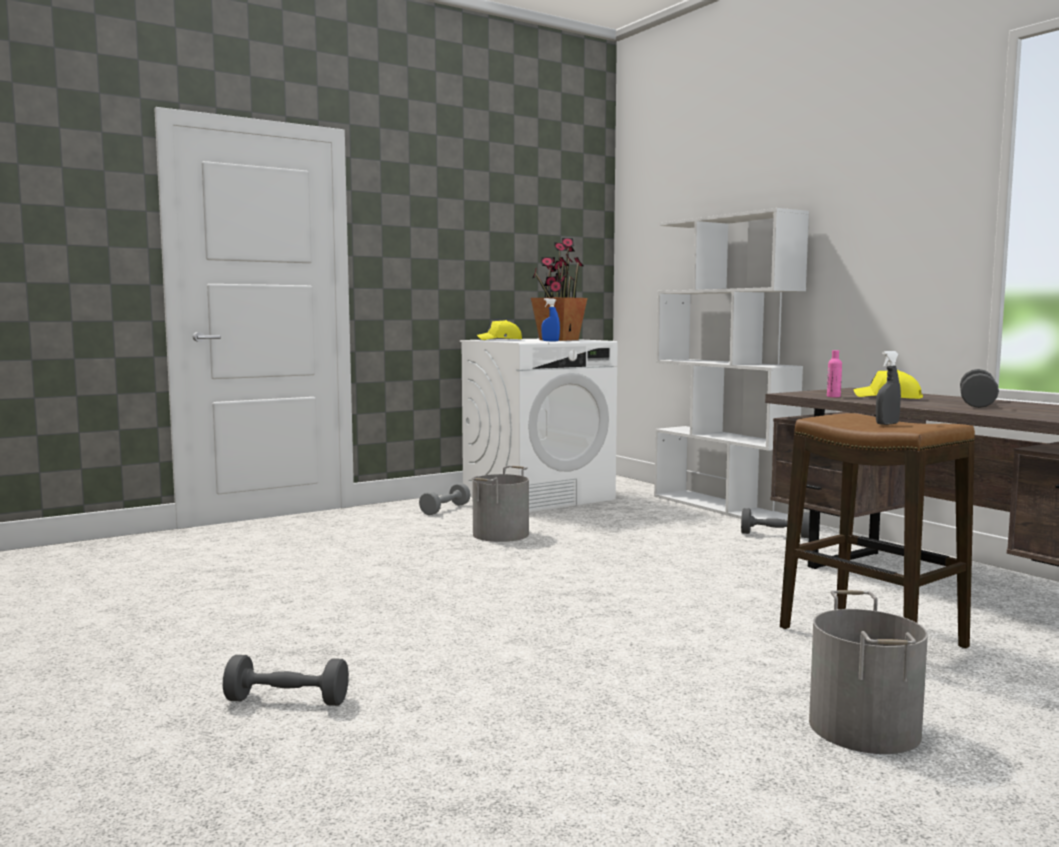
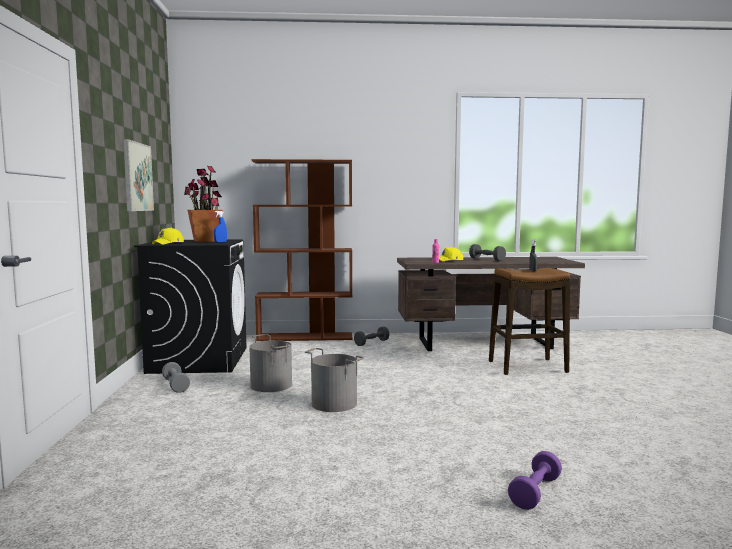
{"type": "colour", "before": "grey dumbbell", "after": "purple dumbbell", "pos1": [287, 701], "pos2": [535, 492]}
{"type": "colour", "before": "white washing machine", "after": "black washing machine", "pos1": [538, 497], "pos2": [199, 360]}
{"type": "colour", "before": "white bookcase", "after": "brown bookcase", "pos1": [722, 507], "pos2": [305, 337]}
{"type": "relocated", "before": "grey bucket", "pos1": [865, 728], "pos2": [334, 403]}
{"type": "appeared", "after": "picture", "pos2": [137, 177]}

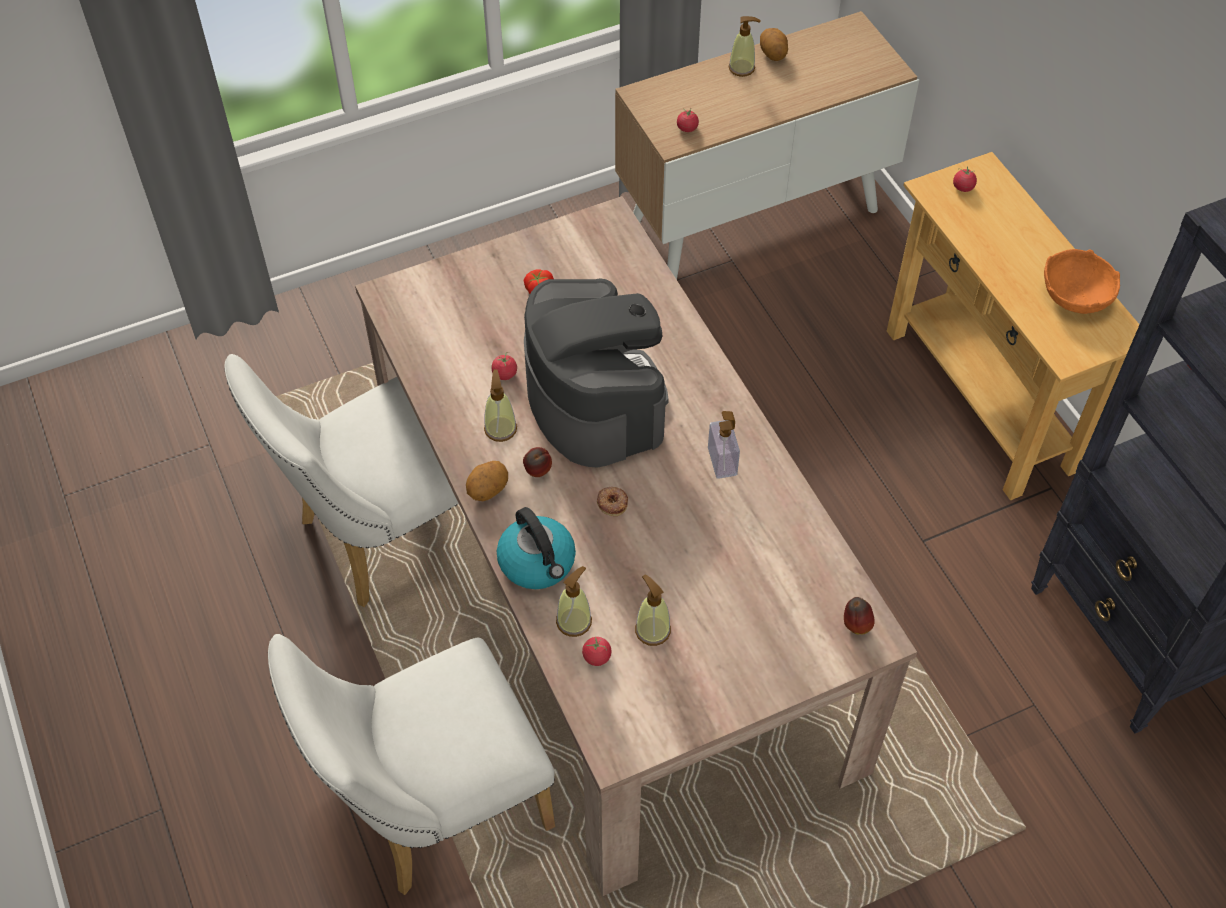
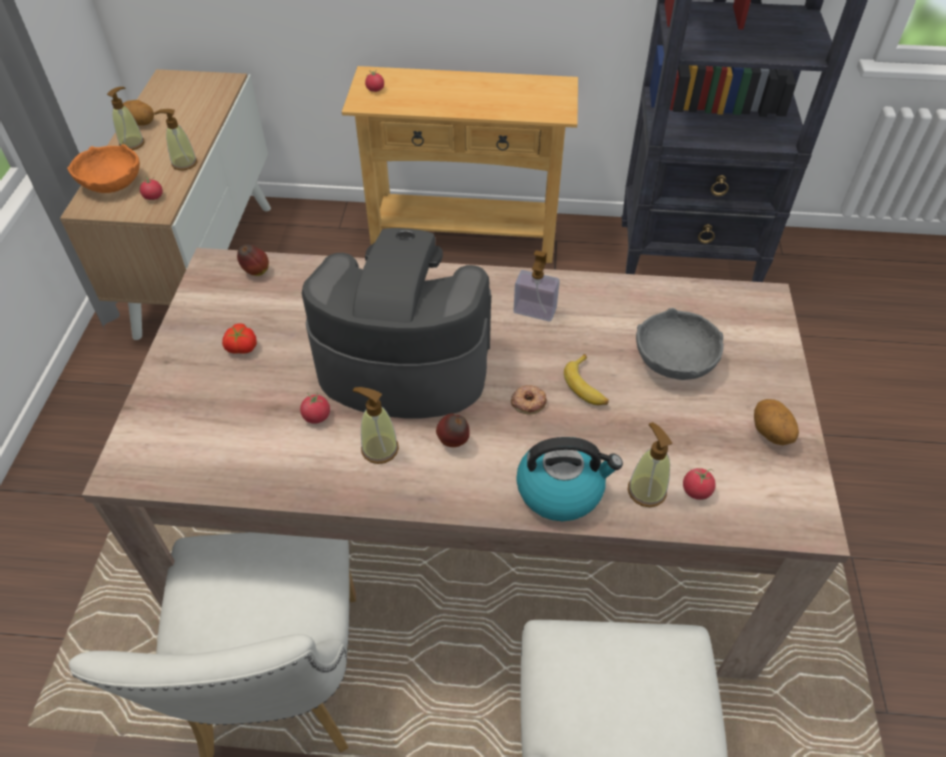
{"type": "relocated", "before": "potato", "pos1": [487, 490], "pos2": [769, 433]}
{"type": "relocated", "before": "soap dispenser", "pos1": [652, 630], "pos2": [184, 163]}
{"type": "relocated", "before": "apple", "pos1": [856, 625], "pos2": [256, 272]}
{"type": "relocated", "before": "orange bowl", "pos1": [1075, 296], "pos2": [112, 183]}
{"type": "appeared", "after": "banana", "pos2": [587, 386]}
{"type": "appeared", "after": "grey bowl", "pos2": [675, 361]}

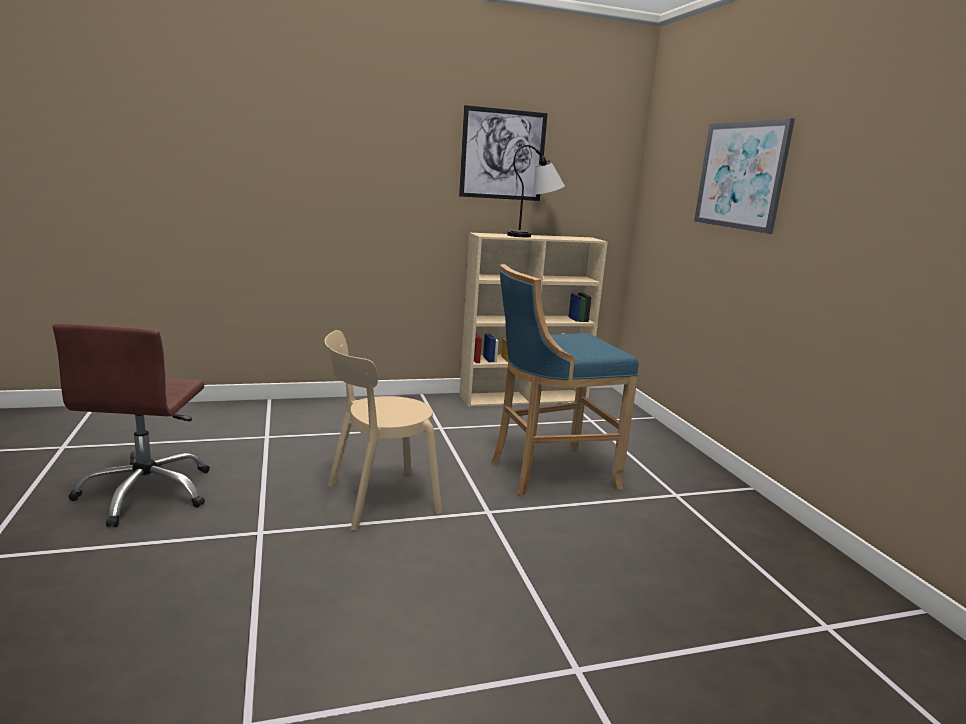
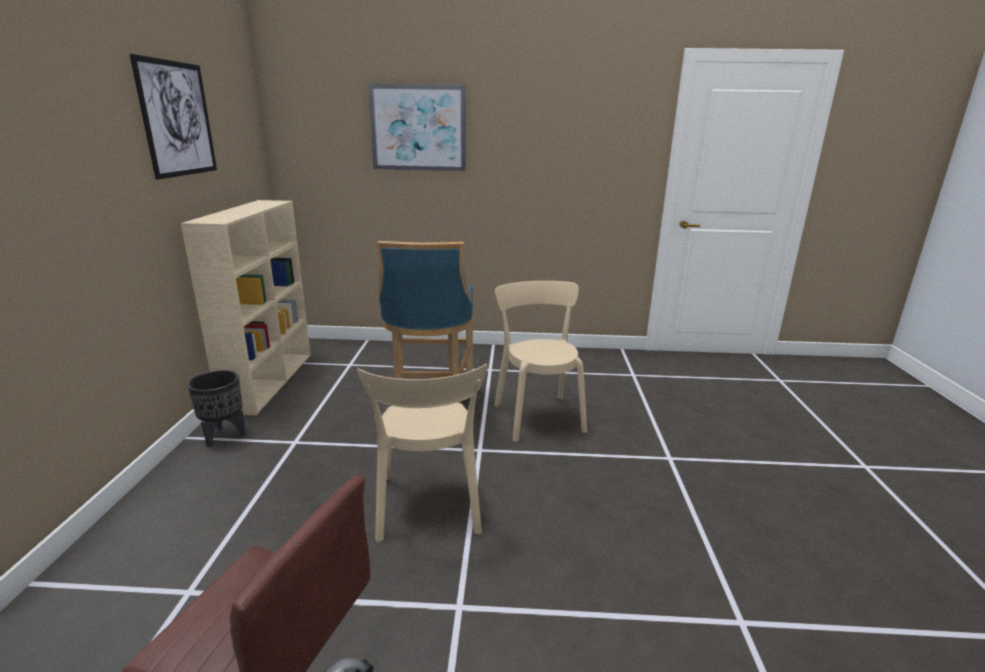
{"type": "missing", "before": "table lamp", "pos1": [534, 236]}
{"type": "appeared", "after": "black planter", "pos2": [224, 436]}
{"type": "appeared", "after": "beige chair", "pos2": [537, 415]}

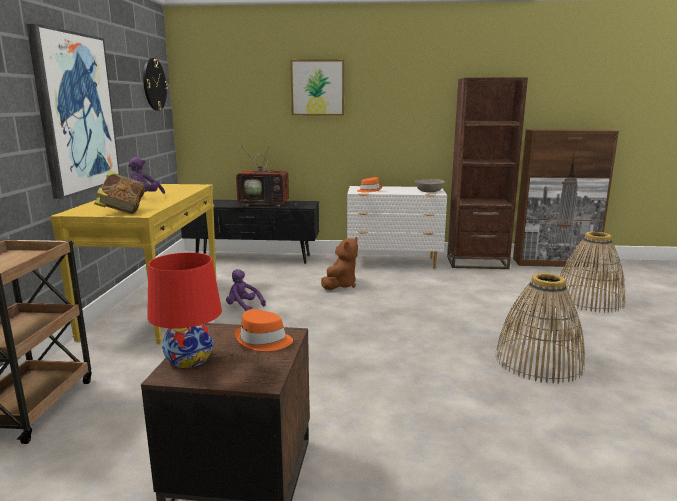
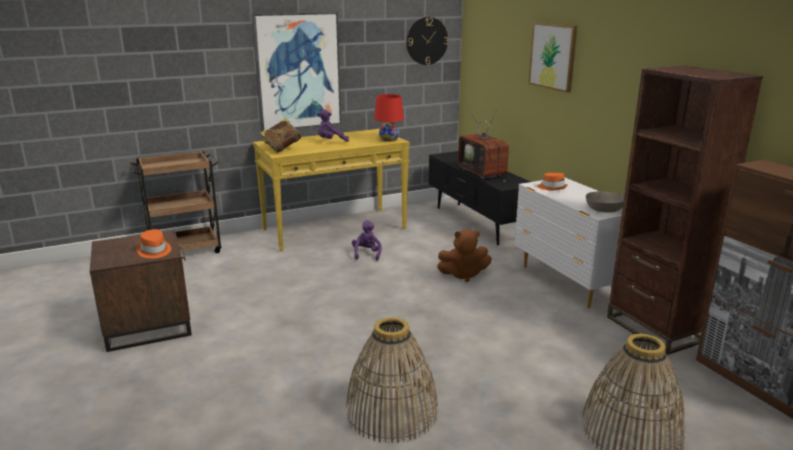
{"type": "relocated", "before": "red table lamp", "pos1": [189, 359], "pos2": [389, 139]}

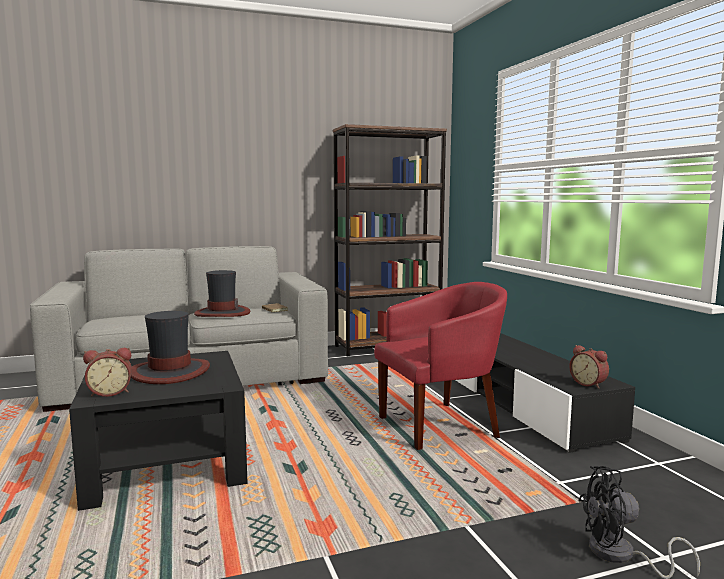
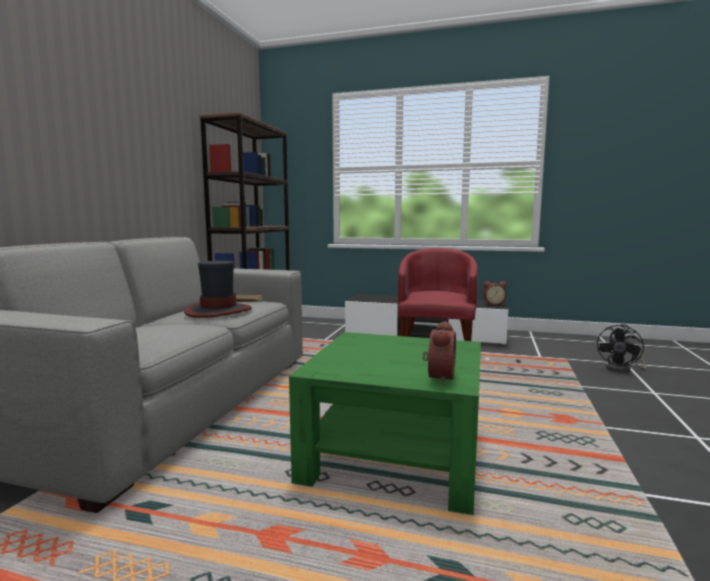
{"type": "colour", "before": "black coffee table", "after": "green coffee table", "pos1": [166, 462], "pos2": [395, 453]}
{"type": "missing", "before": "hat", "pos1": [170, 372]}

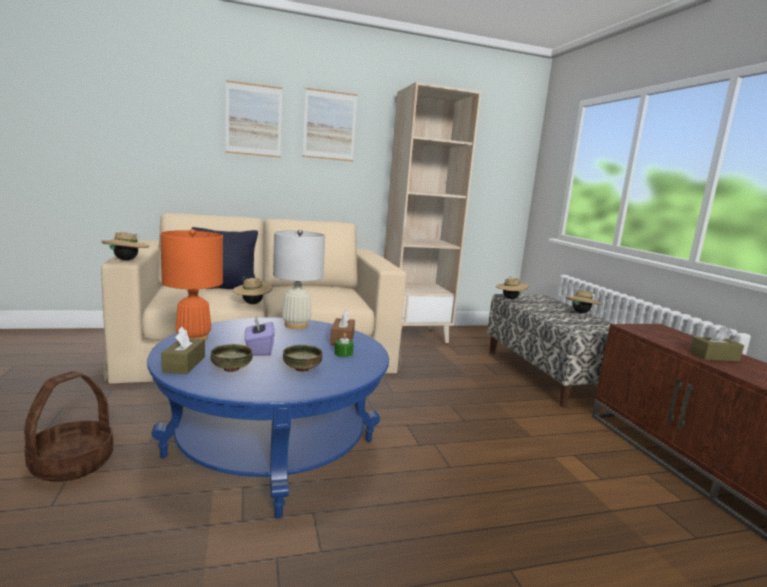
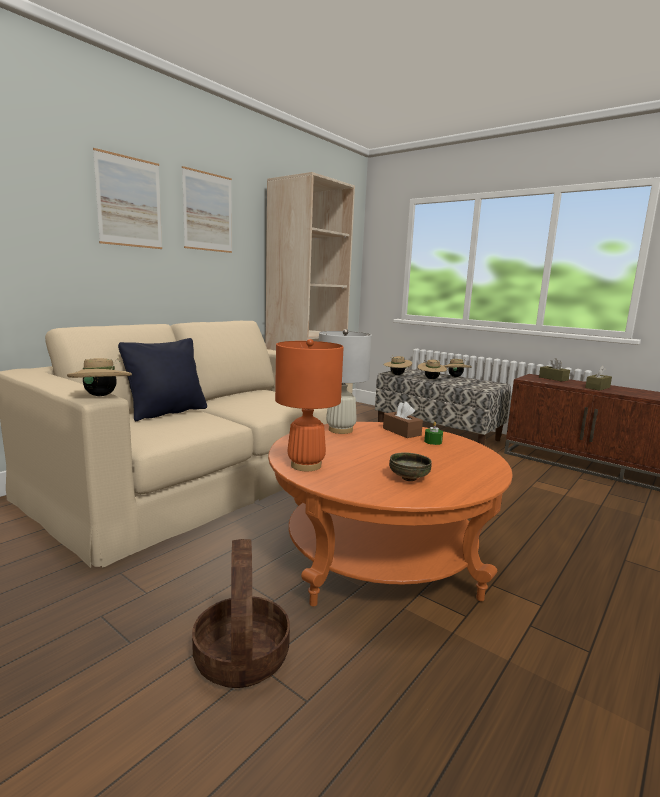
{"type": "colour", "before": "blue coffee table", "after": "orange coffee table", "pos1": [272, 448], "pos2": [379, 555]}
{"type": "relocated", "before": "brown tissue box", "pos1": [184, 364], "pos2": [553, 378]}
{"type": "relocated", "before": "beige hat", "pos1": [252, 303], "pos2": [431, 379]}
{"type": "missing", "before": "purple tissue box", "pos1": [259, 350]}
{"type": "missing", "before": "bowl", "pos1": [302, 369]}

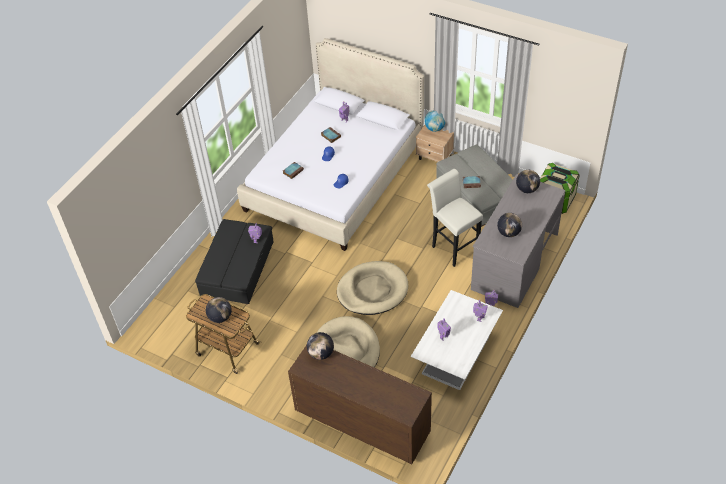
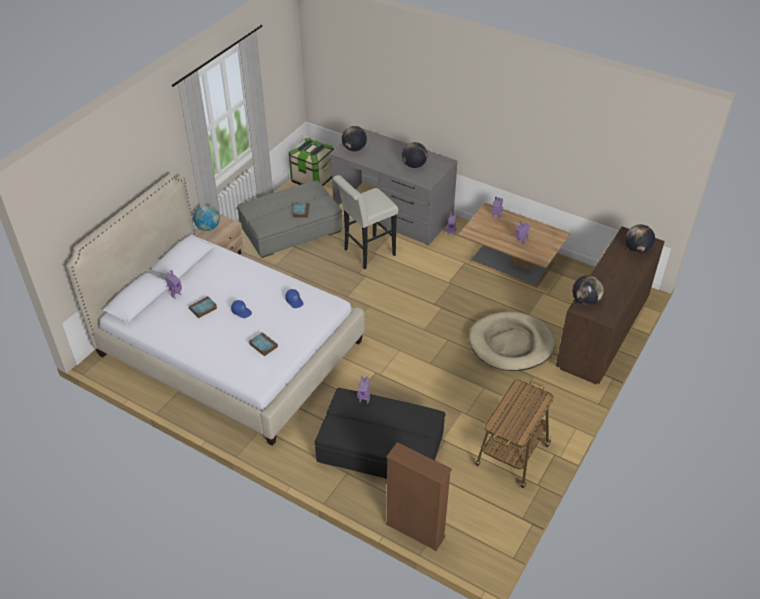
{"type": "relocated", "before": "globe", "pos1": [220, 317], "pos2": [637, 249]}
{"type": "missing", "before": "beige dog bed", "pos1": [372, 290]}
{"type": "colour", "before": "white coffee table", "after": "brown coffee table", "pos1": [456, 353], "pos2": [509, 262]}
{"type": "appeared", "after": "brown bookcase", "pos2": [415, 530]}

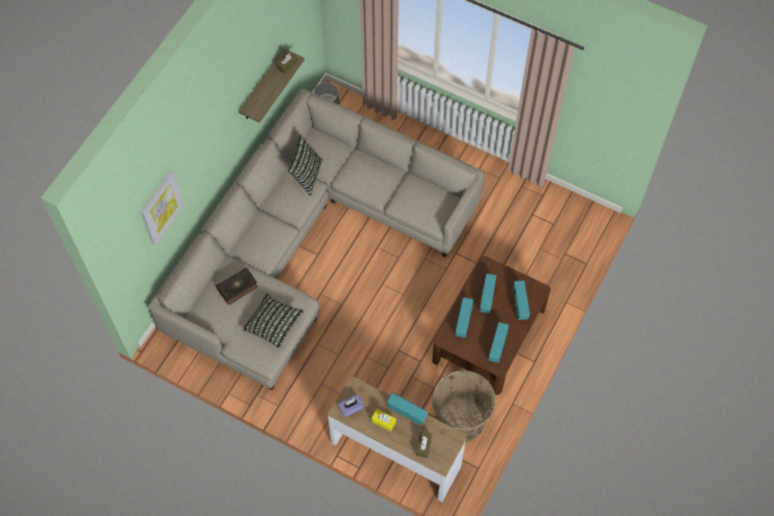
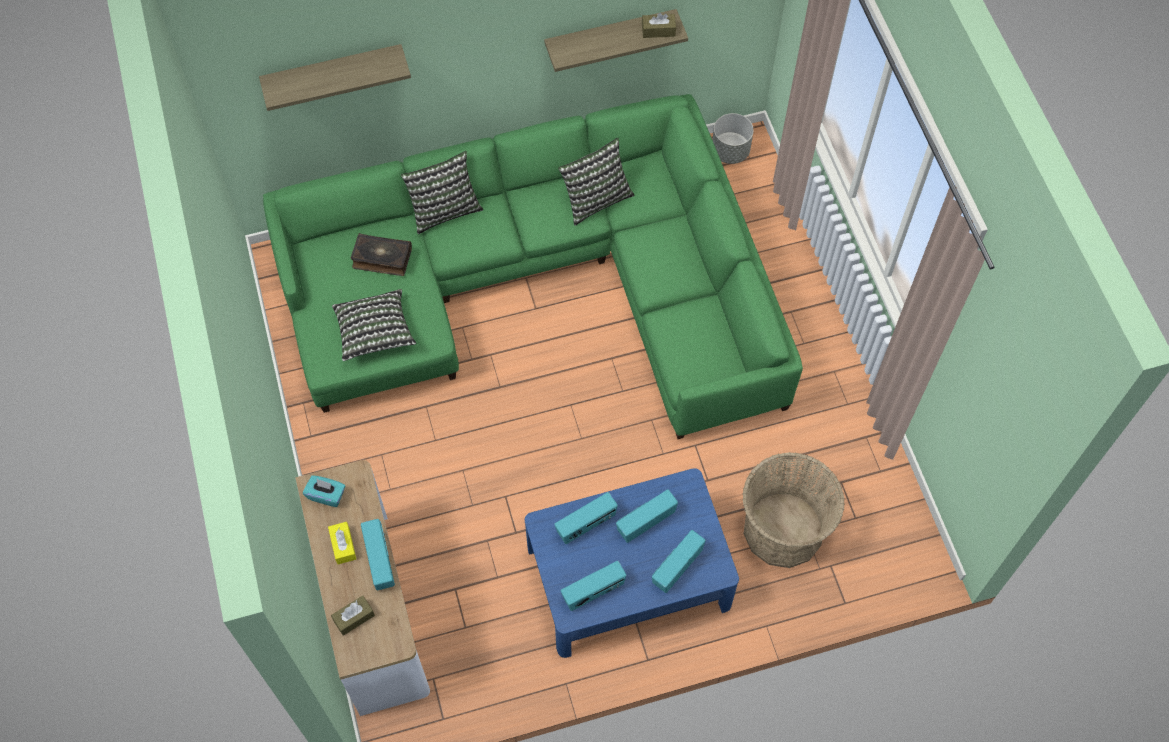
{"type": "exchanged", "before": "picture", "after": "shelf", "pos1": [161, 207], "pos2": [333, 73]}
{"type": "colour", "before": "beige sofa", "after": "green sofa", "pos1": [307, 242], "pos2": [539, 284]}
{"type": "colour", "before": "purple tissue box", "after": "turquoise tissue box", "pos1": [351, 408], "pos2": [326, 495]}
{"type": "colour", "before": "brown coffee table", "after": "blue coffee table", "pos1": [489, 334], "pos2": [628, 576]}
{"type": "relocated", "before": "basket", "pos1": [461, 418], "pos2": [783, 530]}
{"type": "appeared", "after": "pillow", "pos2": [444, 209]}

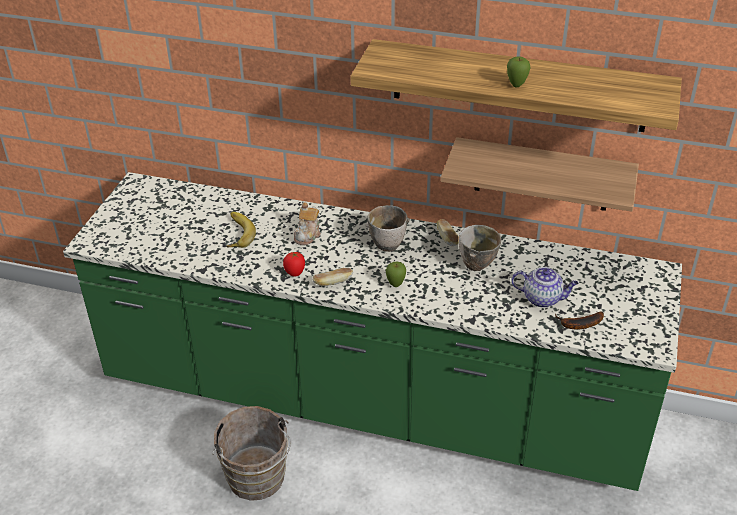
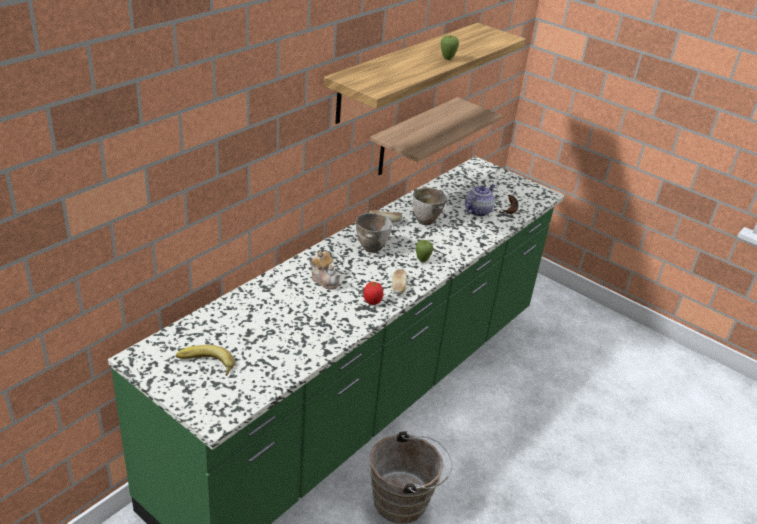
{"type": "relocated", "before": "banana", "pos1": [236, 233], "pos2": [205, 365]}

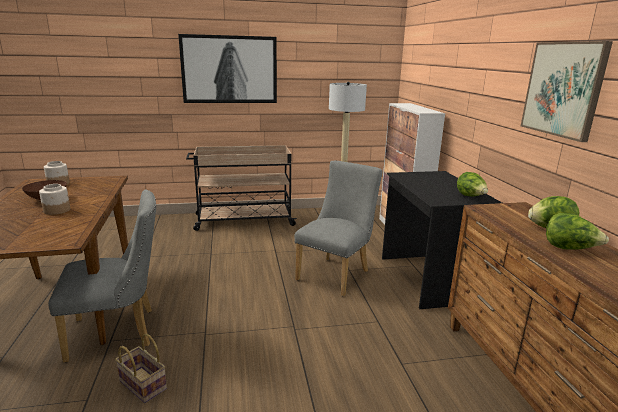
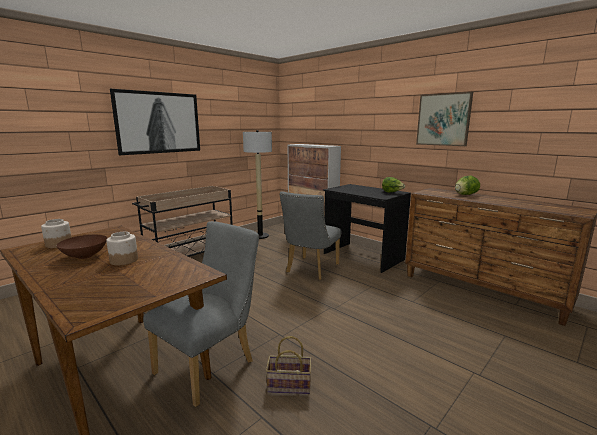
{"type": "spun", "before": "grey chair", "pos1": [336, 273], "pos2": [310, 270], "turn": -150}
{"type": "missing", "before": "lettuce", "pos1": [569, 249]}

